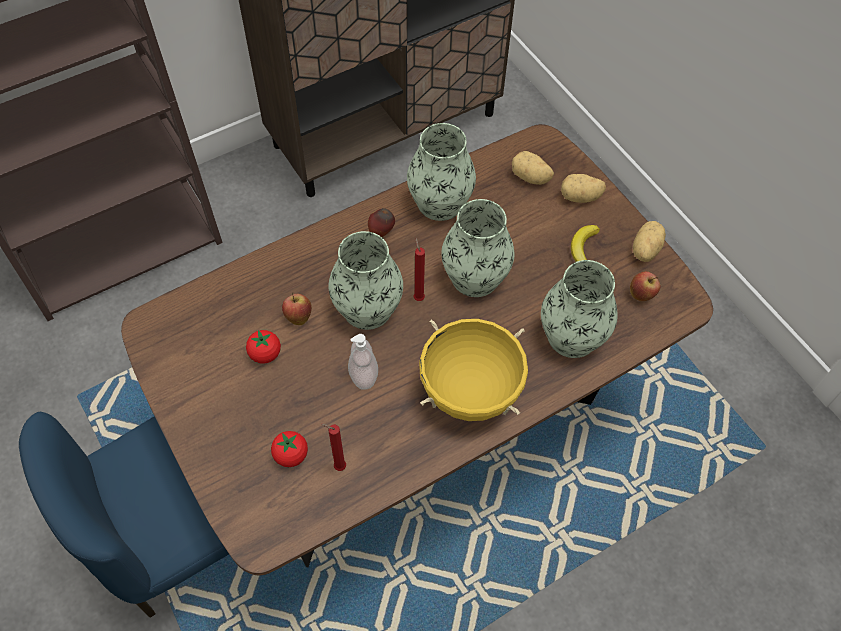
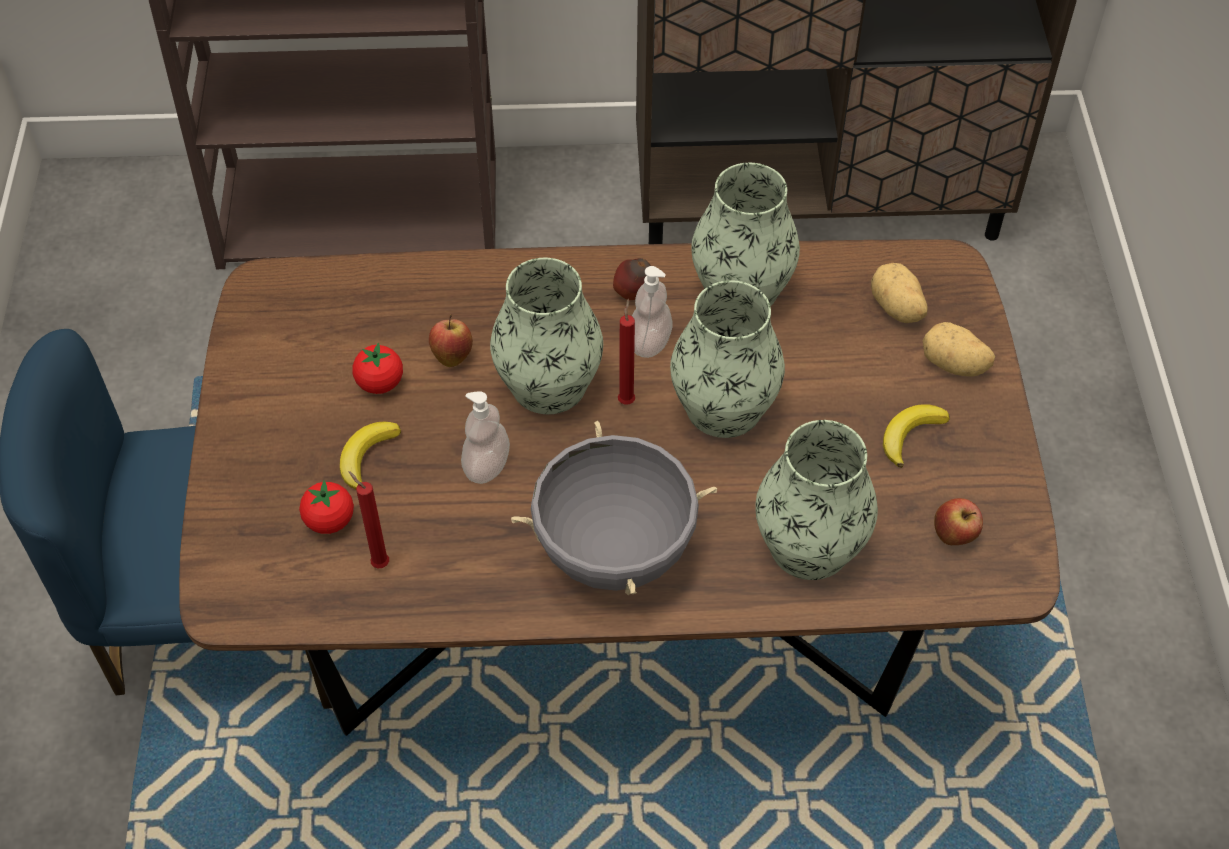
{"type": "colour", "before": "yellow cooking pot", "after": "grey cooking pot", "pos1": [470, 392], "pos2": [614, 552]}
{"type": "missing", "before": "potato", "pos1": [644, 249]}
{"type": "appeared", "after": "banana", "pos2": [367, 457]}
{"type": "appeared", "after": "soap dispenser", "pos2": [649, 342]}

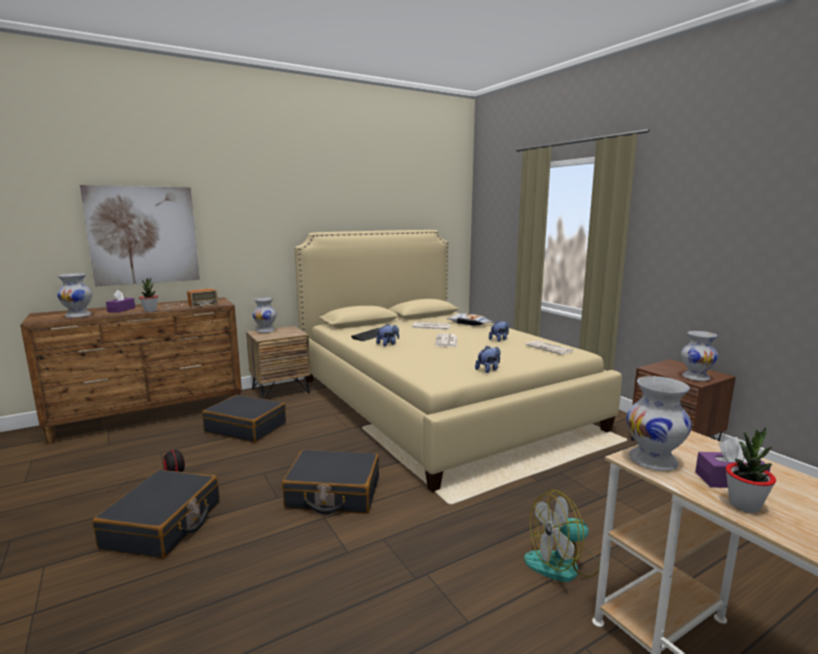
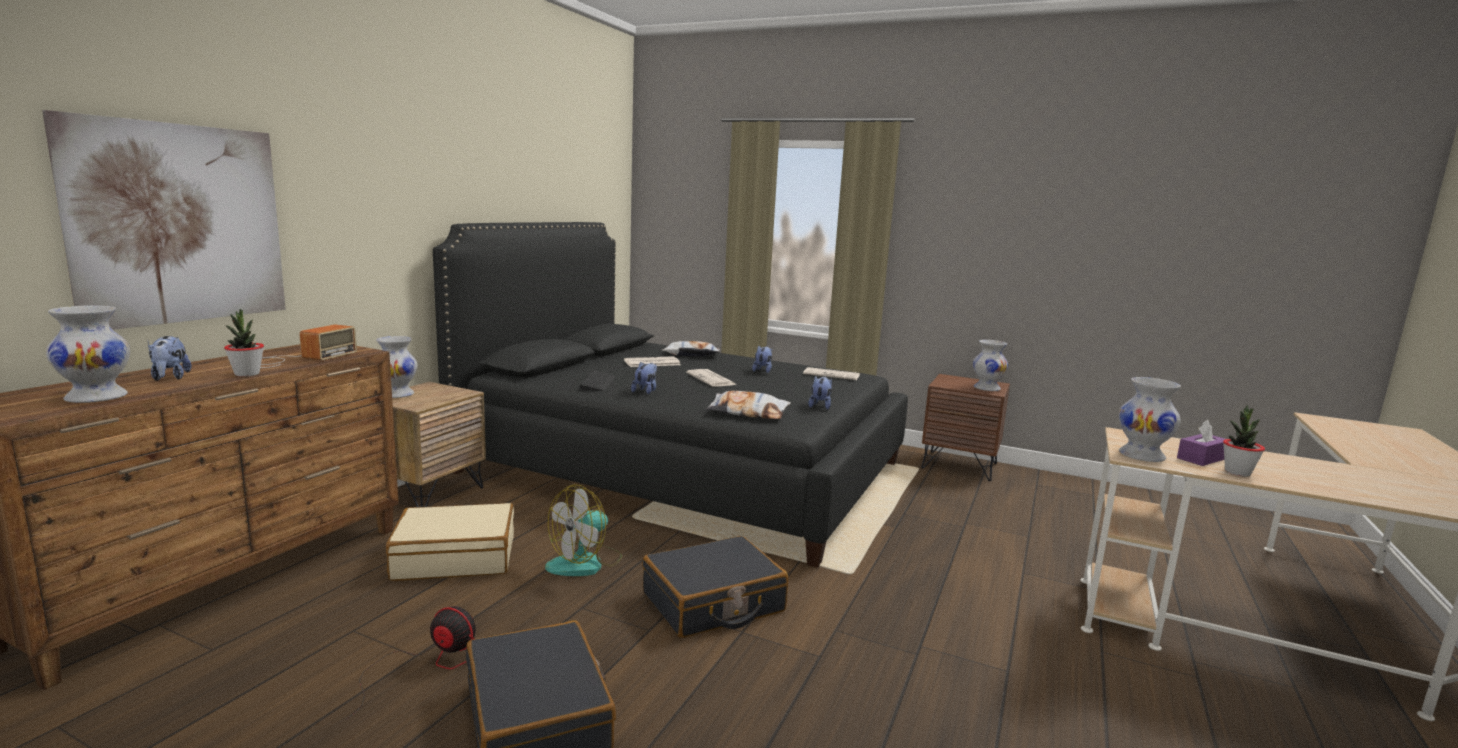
{"type": "exchanged", "before": "purple tissue box", "after": "plush toy", "pos1": [121, 310], "pos2": [170, 378]}
{"type": "colour", "before": "black suitcase", "after": "beige suitcase", "pos1": [246, 427], "pos2": [455, 557]}
{"type": "colour", "before": "beige bed", "after": "black bed", "pos1": [437, 402], "pos2": [683, 467]}
{"type": "relocated", "before": "fan", "pos1": [563, 564], "pos2": [585, 563]}
{"type": "appeared", "after": "pillow", "pos2": [748, 412]}

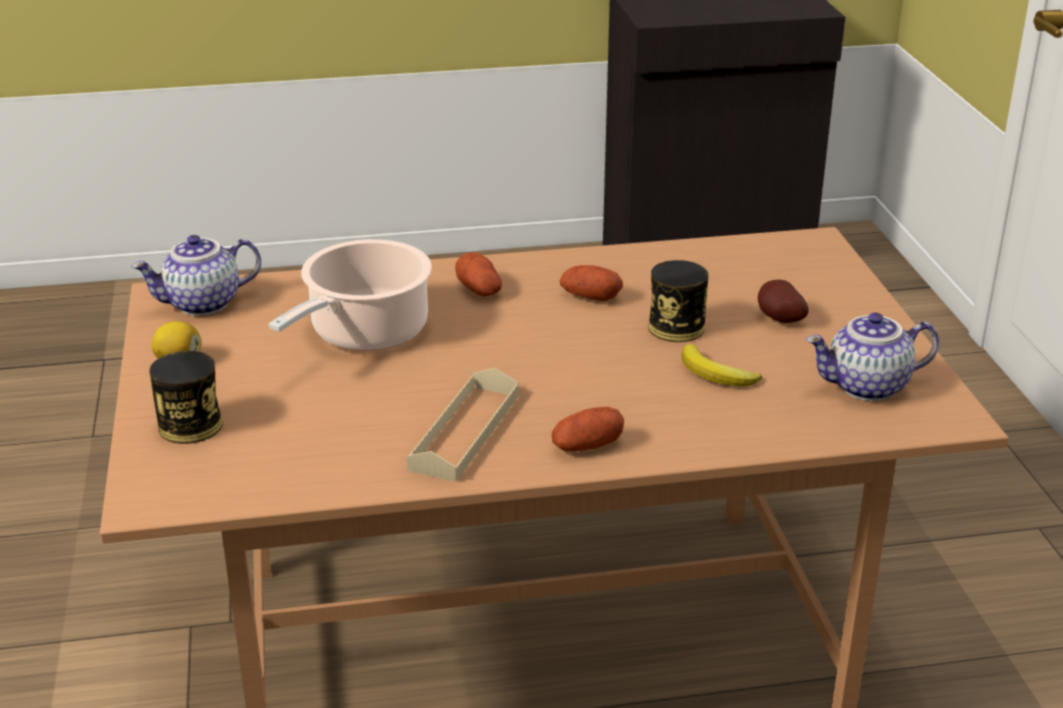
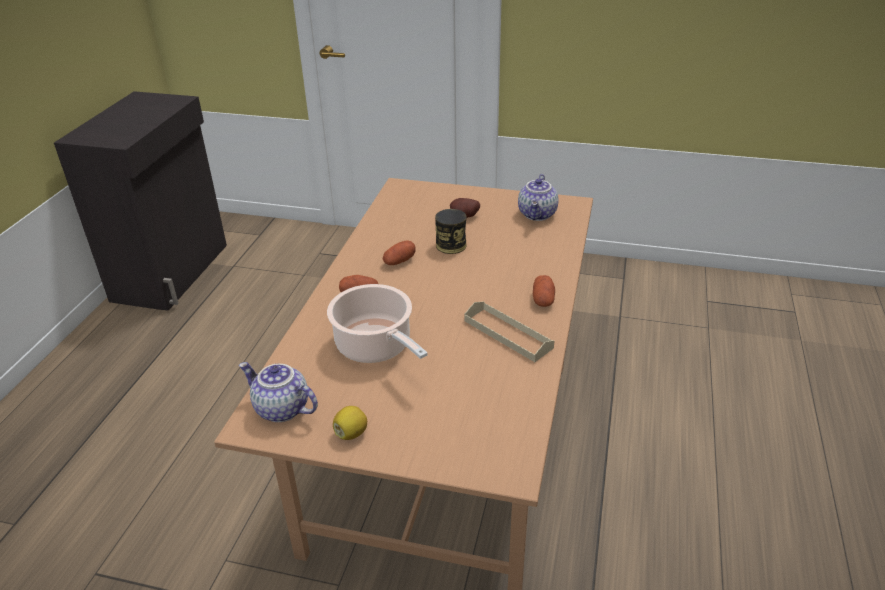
{"type": "spun", "before": "teapot", "pos1": [202, 304], "pos2": [281, 409], "turn": 120}
{"type": "missing", "before": "can", "pos1": [190, 426]}
{"type": "missing", "before": "banana", "pos1": [716, 374]}

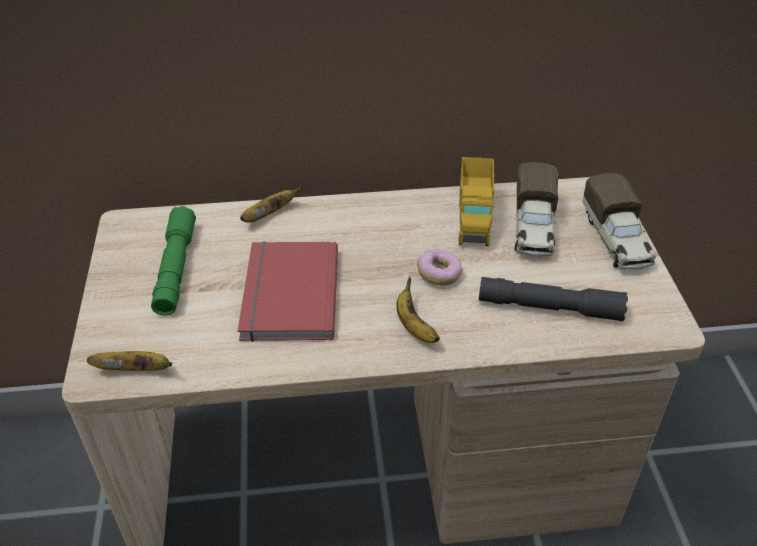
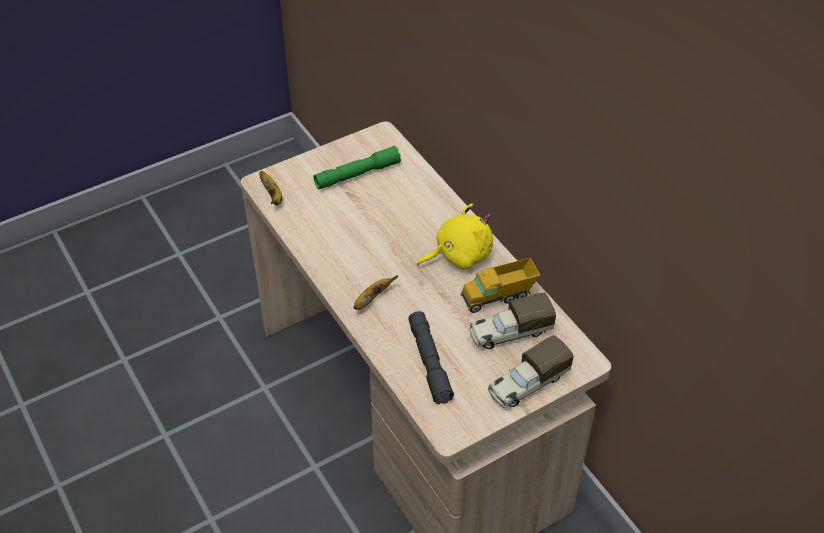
{"type": "missing", "before": "red book", "pos1": [286, 294]}
{"type": "missing", "before": "banana", "pos1": [269, 214]}
{"type": "missing", "before": "donut", "pos1": [439, 274]}
{"type": "appeared", "after": "yellow plush toy", "pos2": [459, 254]}

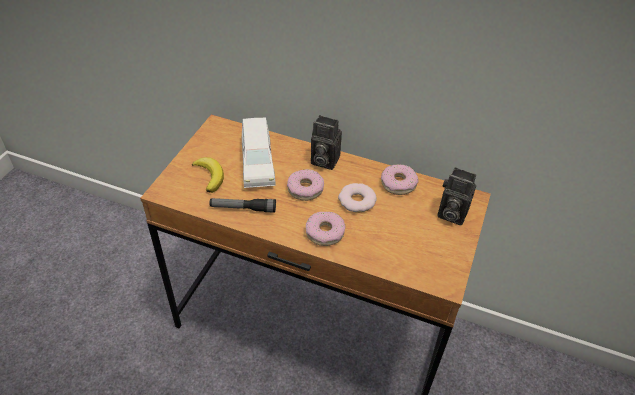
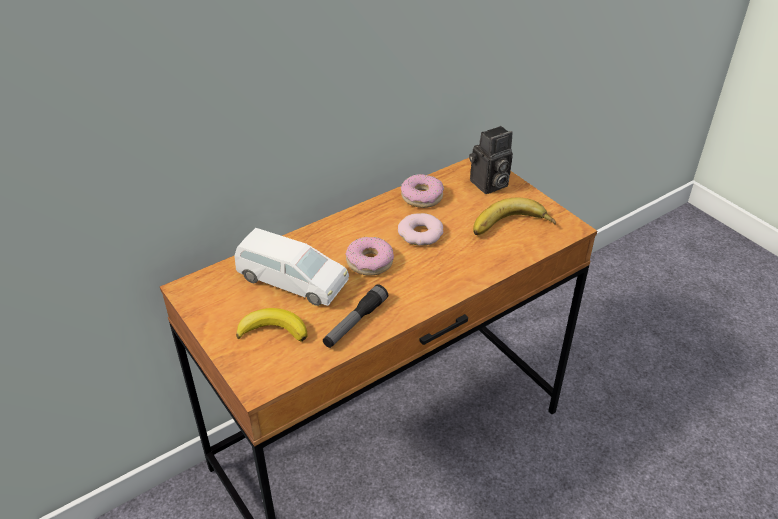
{"type": "missing", "before": "donut", "pos1": [325, 232]}
{"type": "missing", "before": "photo camera", "pos1": [323, 160]}
{"type": "appeared", "after": "banana", "pos2": [511, 227]}

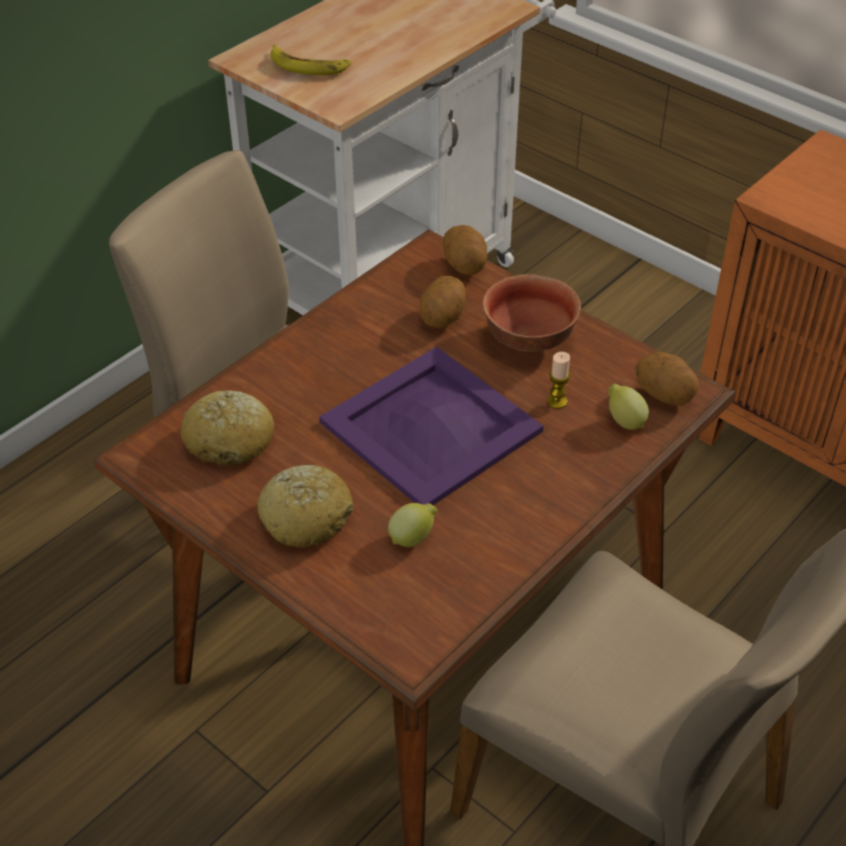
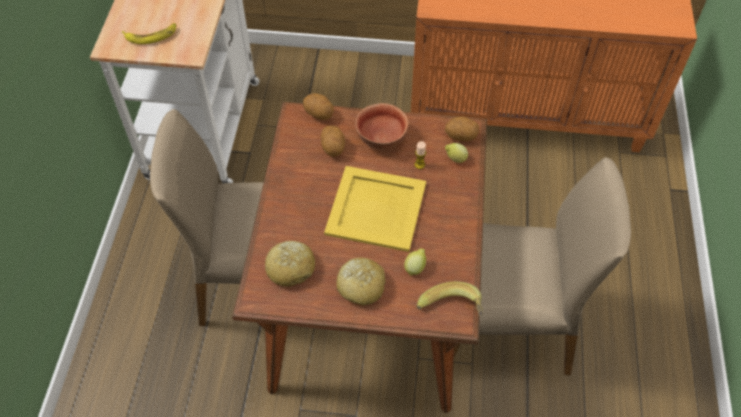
{"type": "colour", "before": "purple tray", "after": "yellow tray", "pos1": [430, 425], "pos2": [375, 207]}
{"type": "appeared", "after": "banana", "pos2": [451, 311]}

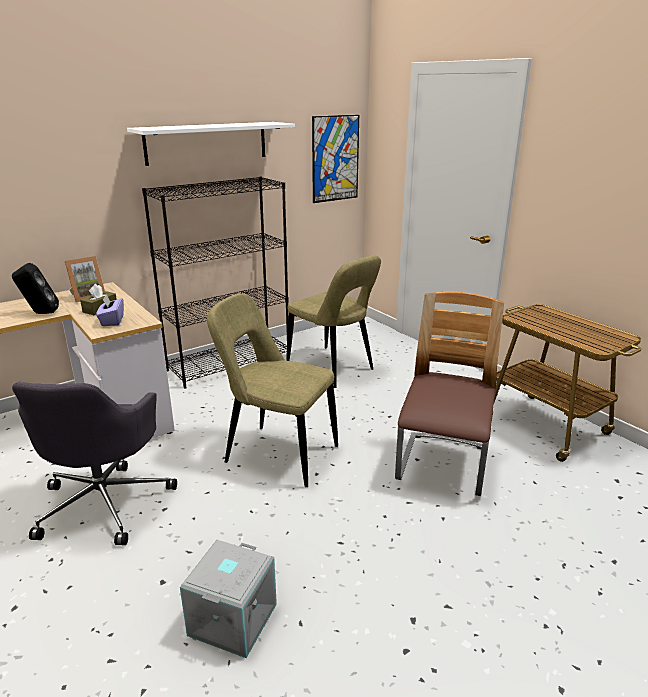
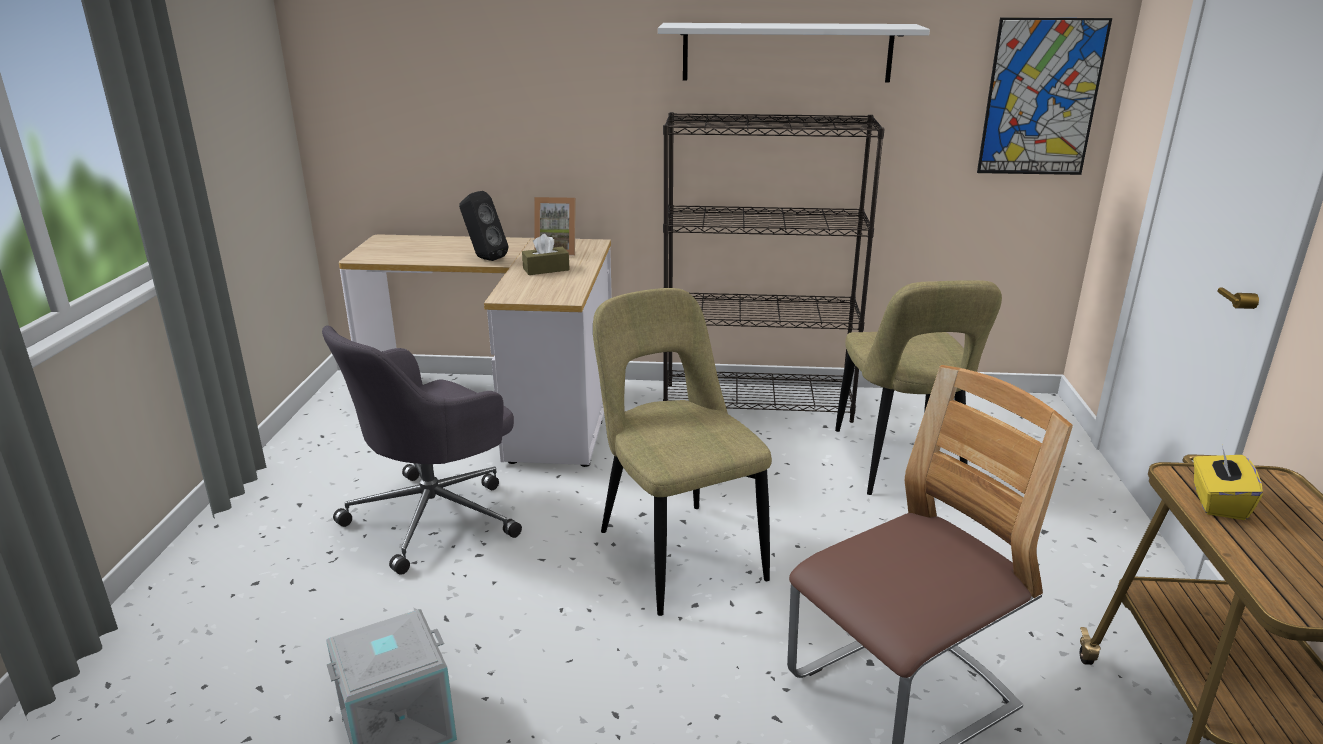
{"type": "missing", "before": "purple tissue box", "pos1": [112, 321]}
{"type": "appeared", "after": "yellow tissue box", "pos2": [1217, 502]}

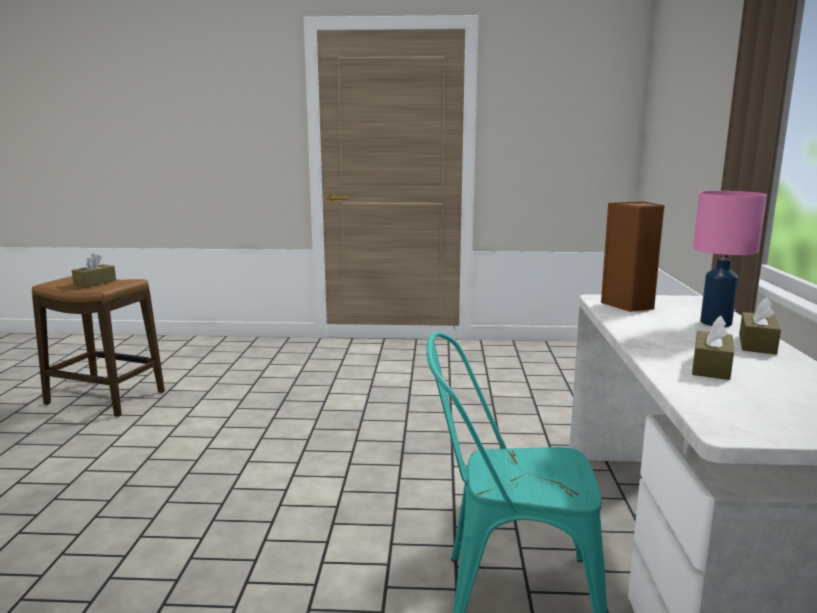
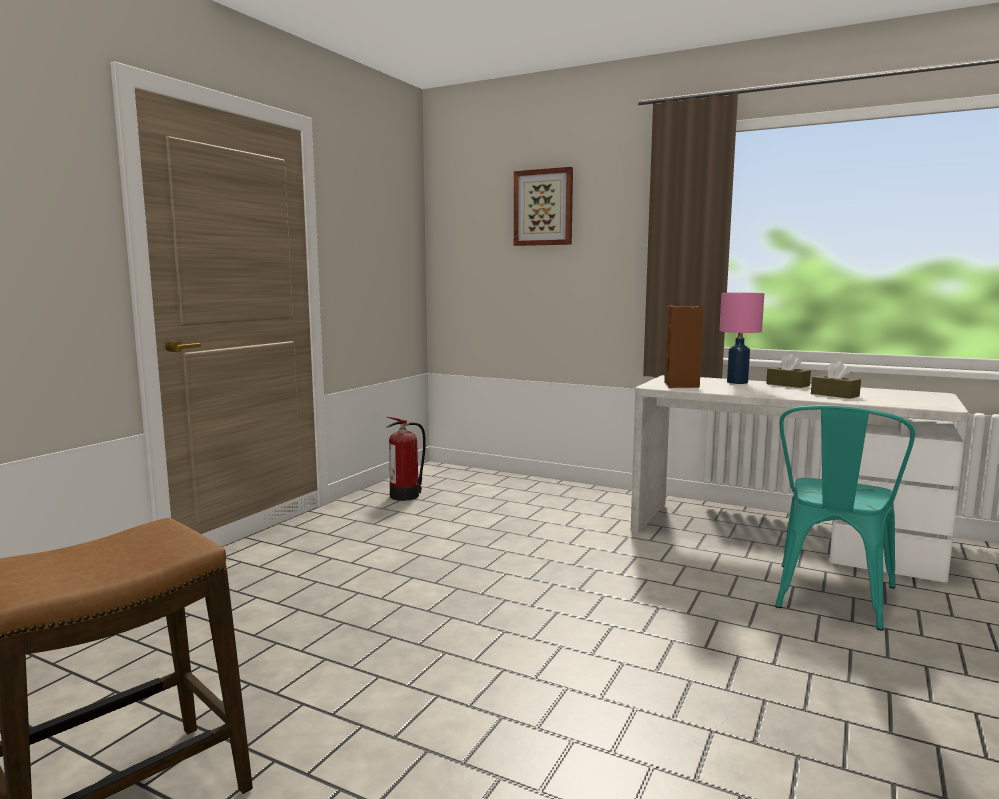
{"type": "missing", "before": "brown tissue box", "pos1": [95, 282]}
{"type": "appeared", "after": "fire extinguisher", "pos2": [406, 495]}
{"type": "appeared", "after": "picture", "pos2": [543, 207]}

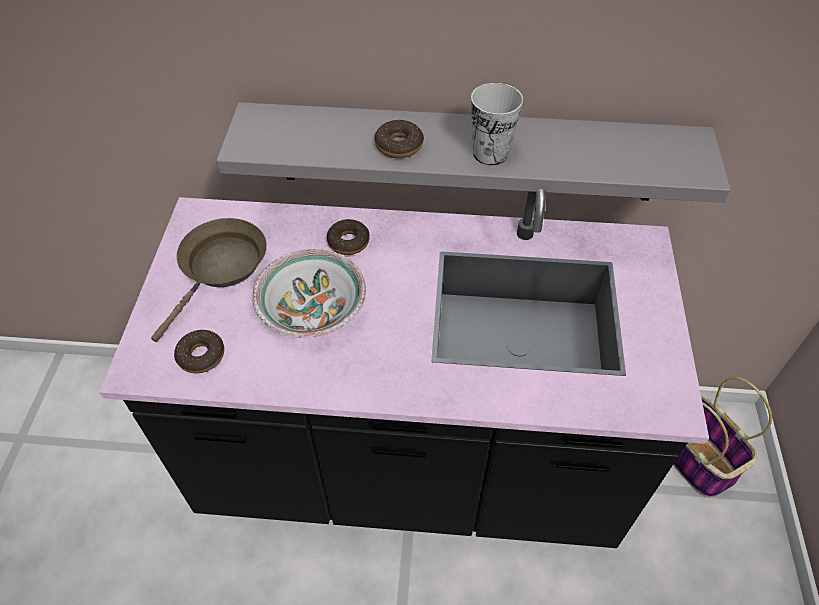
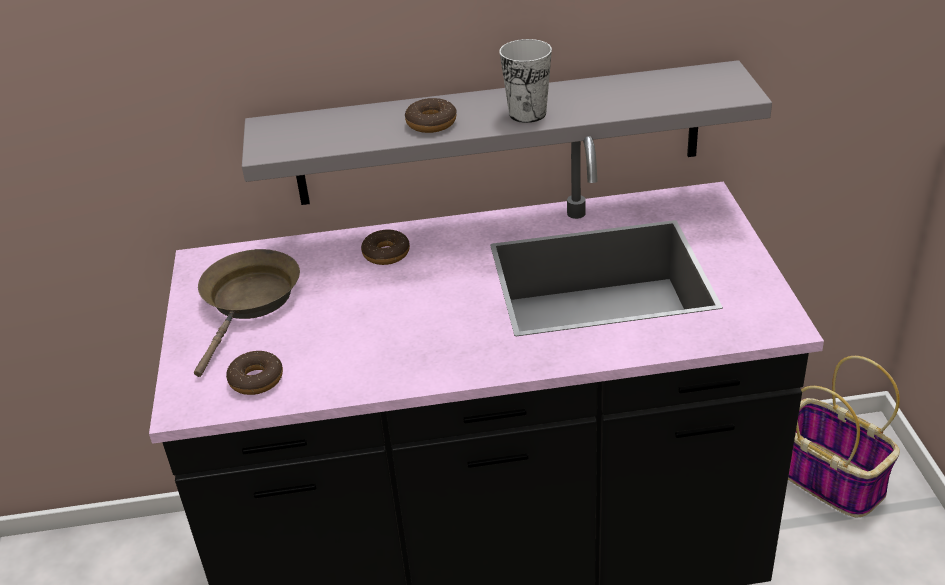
{"type": "missing", "before": "bowl", "pos1": [313, 309]}

